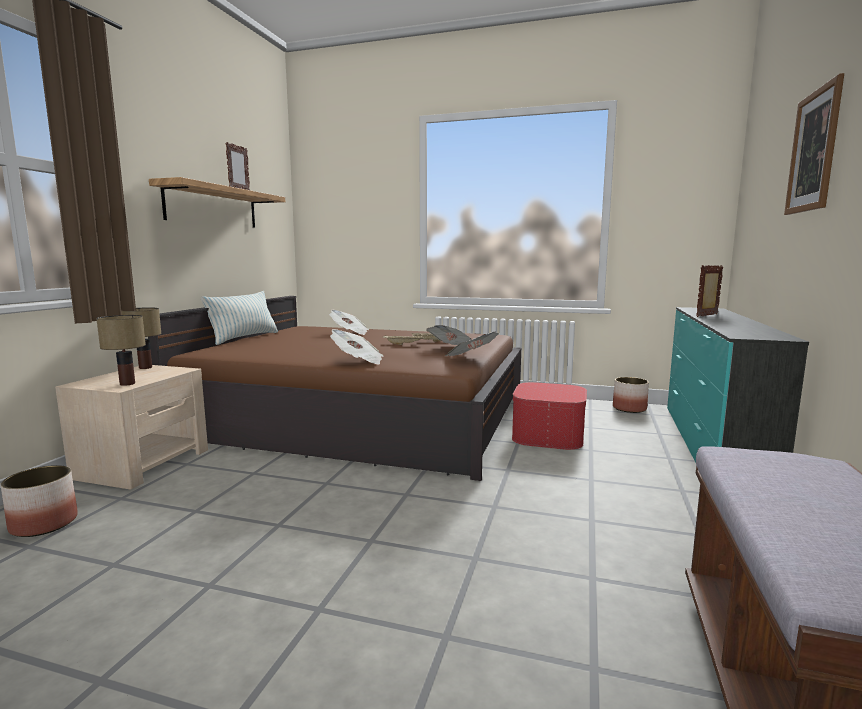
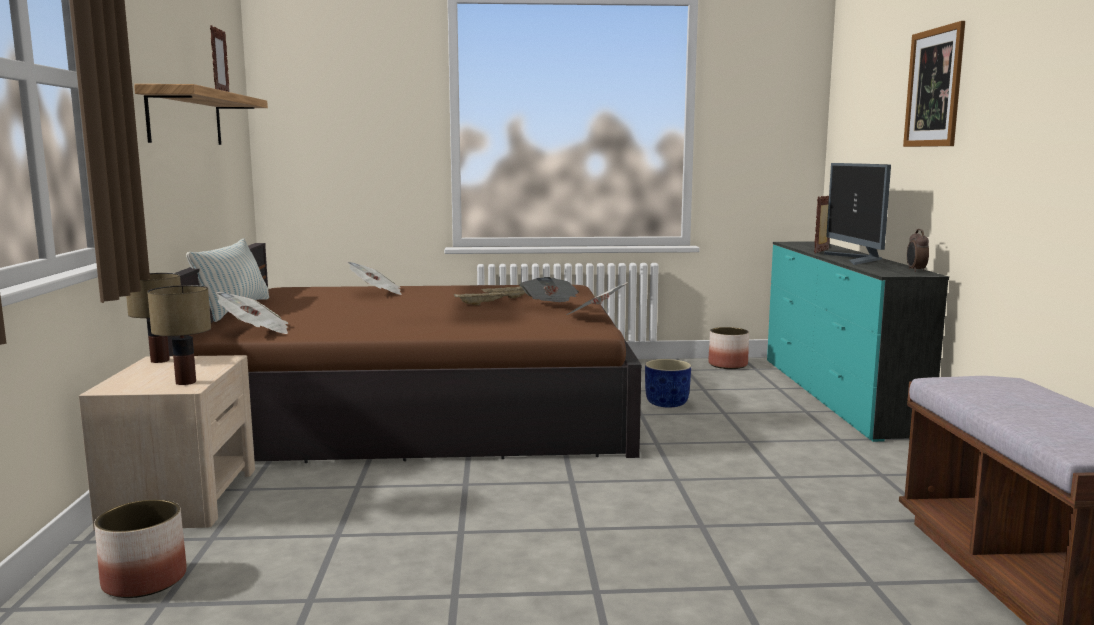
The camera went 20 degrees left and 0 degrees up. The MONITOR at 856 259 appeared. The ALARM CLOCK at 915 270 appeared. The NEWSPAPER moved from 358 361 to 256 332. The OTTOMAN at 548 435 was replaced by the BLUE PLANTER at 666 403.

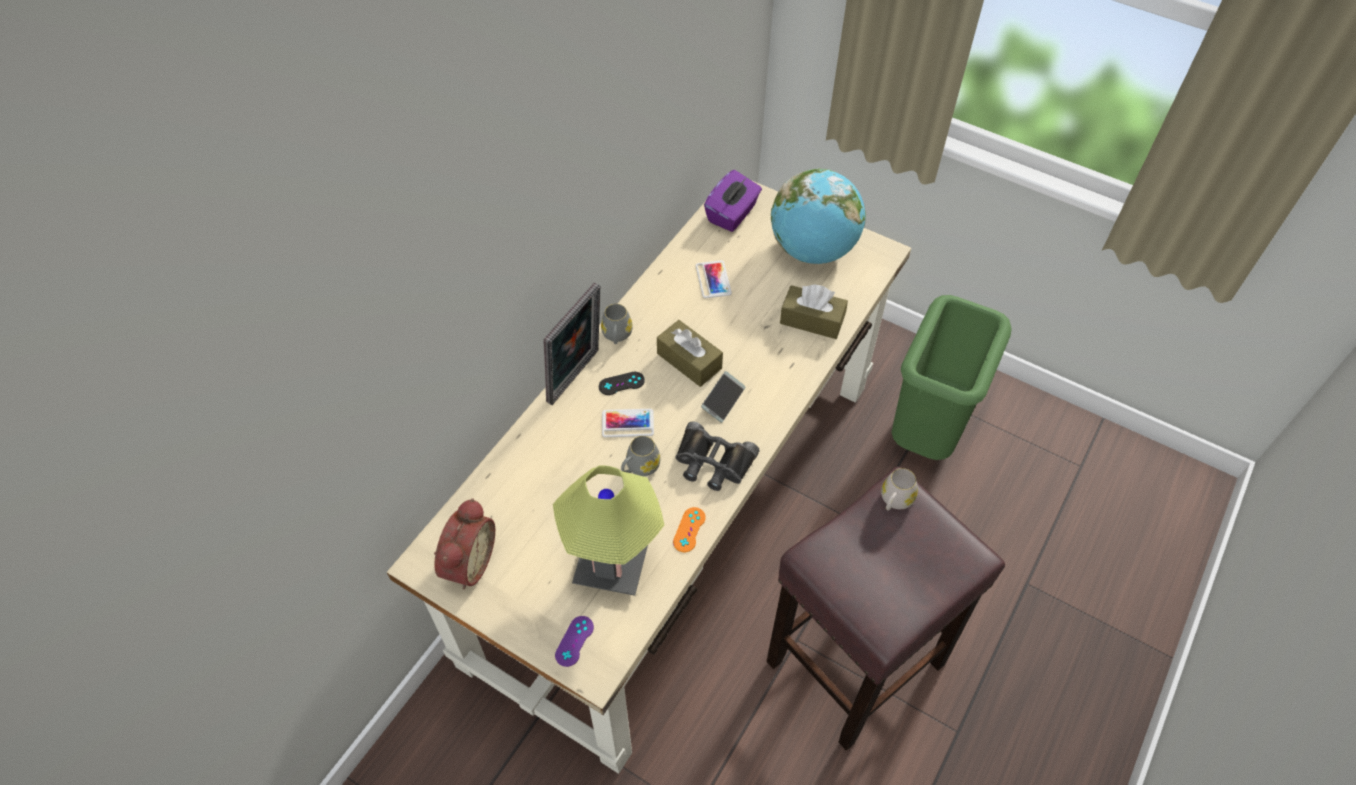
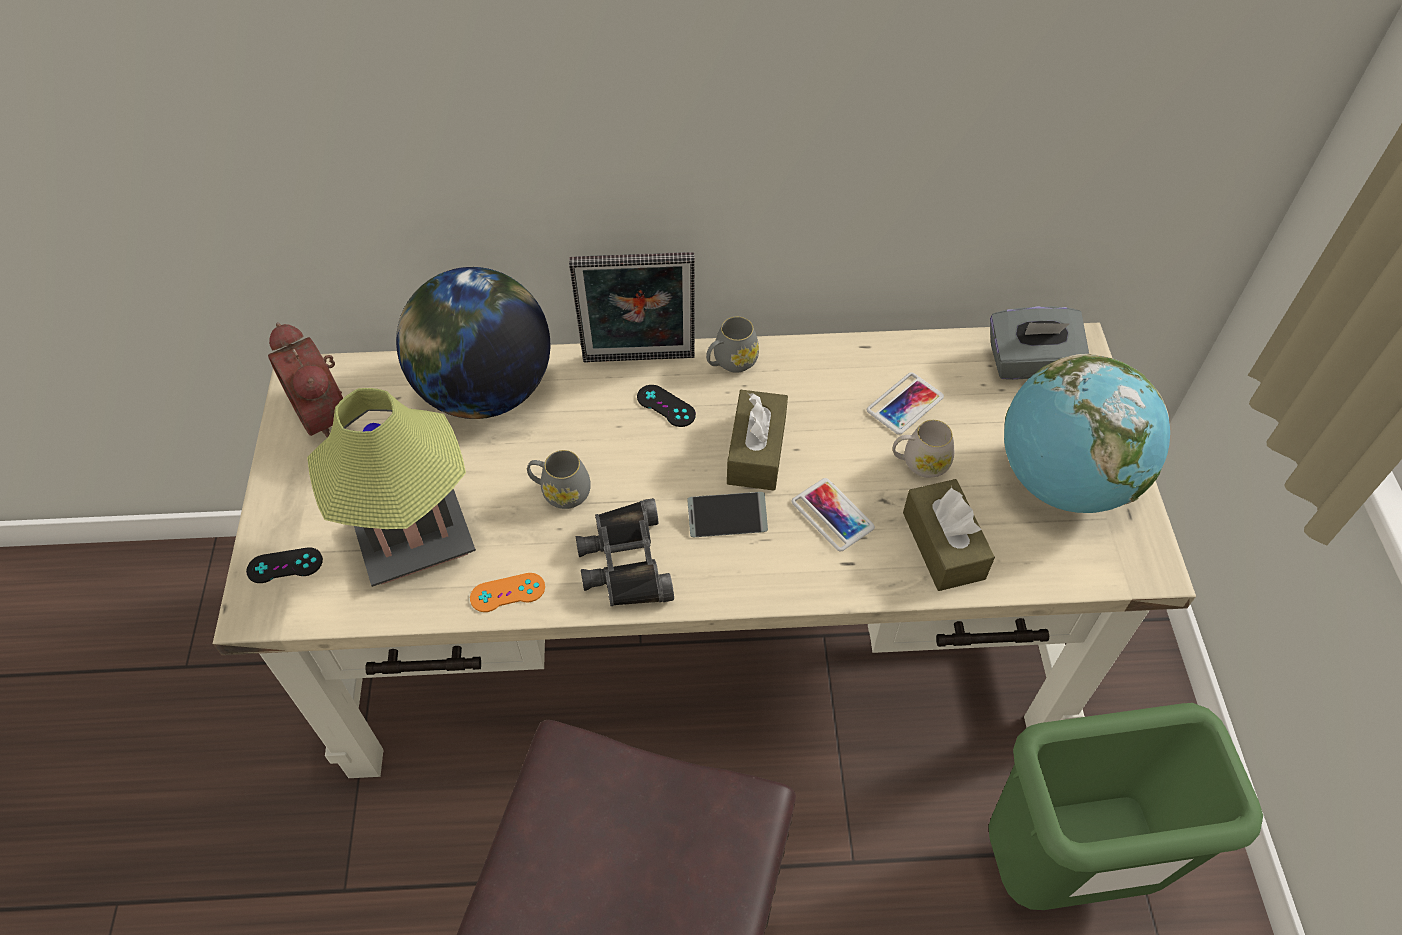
The camera went 55 degrees right and 0 degrees up. The GLOBE at 484 391 appeared. The PHONE moved from 627 423 to 832 515. The WHITE MUG moved from 894 501 to 919 463. The PURPLE GAME CONTROLLER at 574 641 became the BLACK GAME CONTROLLER at 285 565. The PURPLE TISSUE BOX at 732 214 became the GREY TISSUE BOX at 1030 363. The ALARM CLOCK at 467 562 turned 75 degrees clockwise.

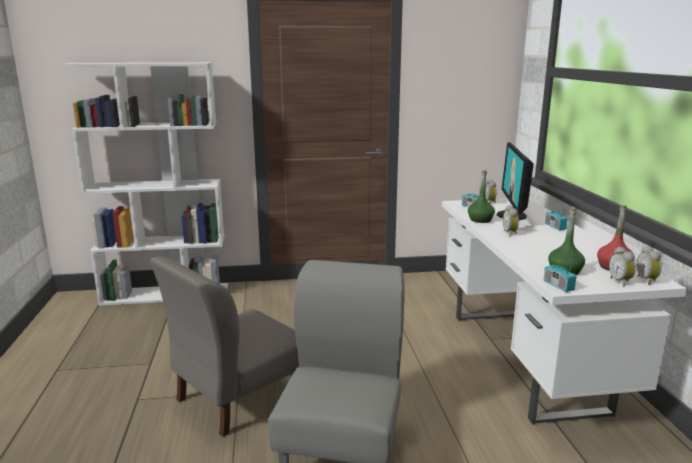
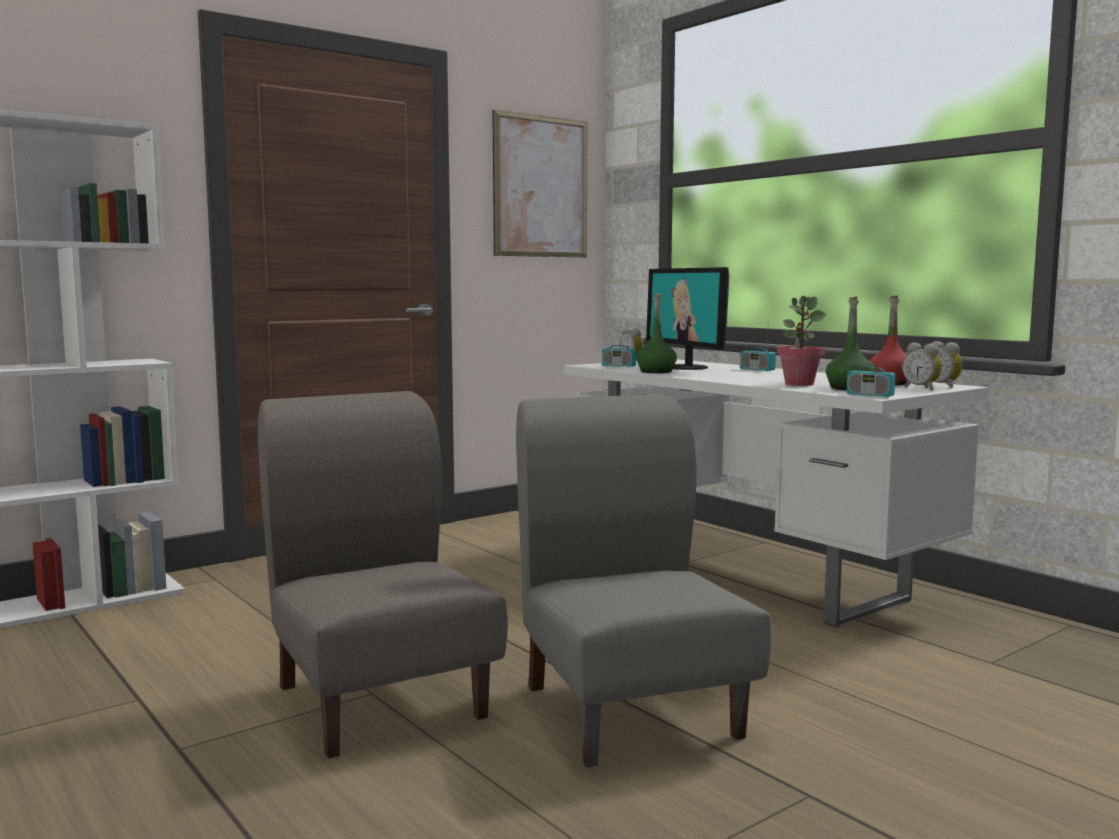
The camera went 30 degrees left and 10 degrees down. The ALARM CLOCK at 510 233 disappeared. The PICTURE at 541 187 appeared. The POTTED PLANT at 799 384 appeared. The GREY CHAIR at 237 397 turned 135 degrees clockwise.

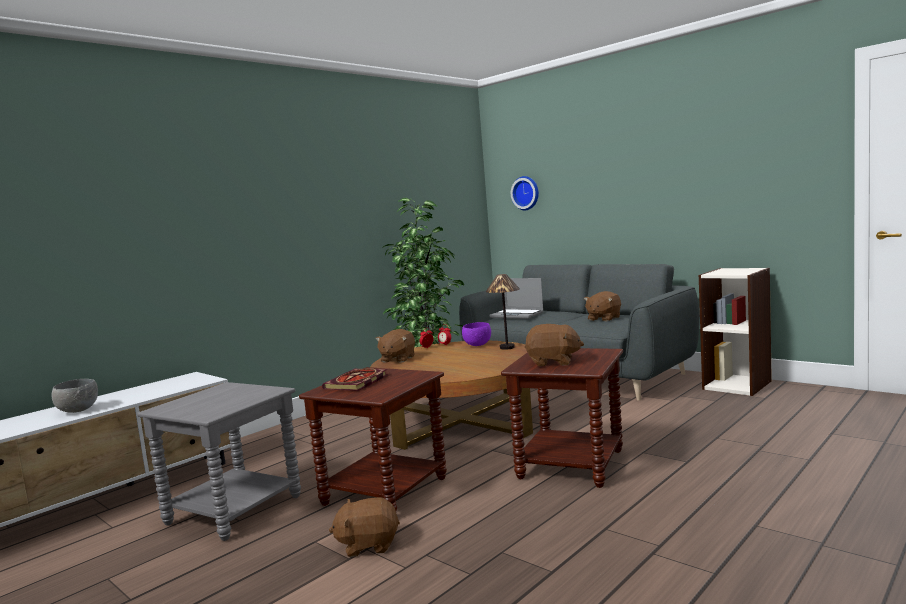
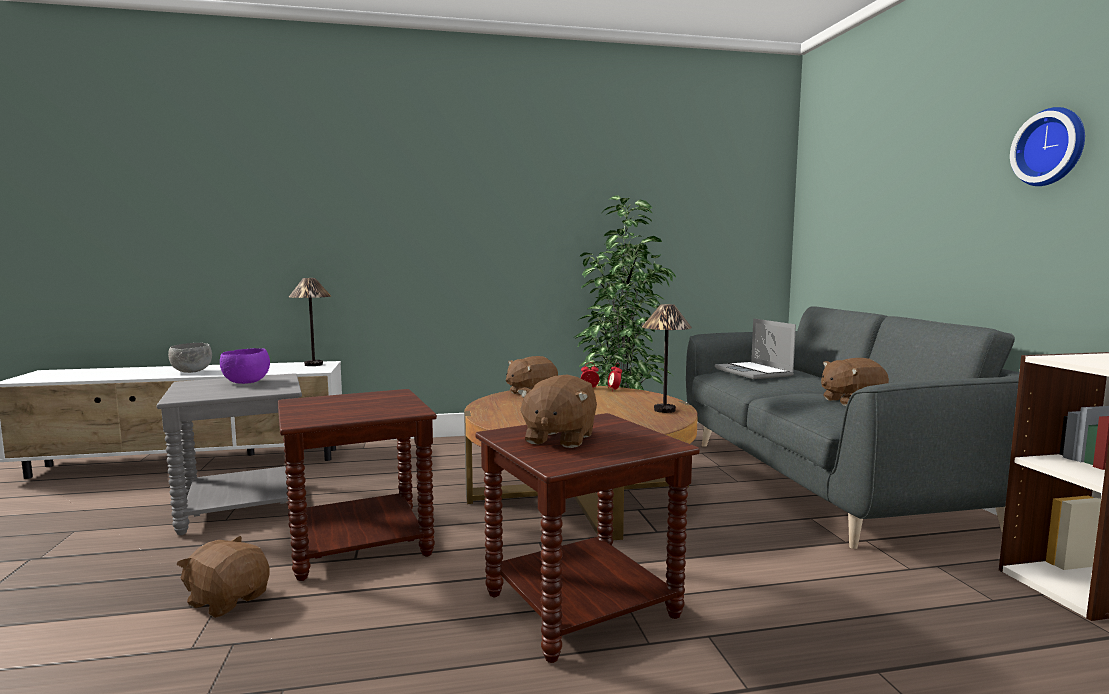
The camera went 35 degrees right and 0 degrees up. The BOOK at 356 383 disappeared. The TABLE LAMP at 314 364 appeared. The PURPLE BOWL moved from 478 345 to 246 382. The WALL CLOCK moved from 526 193 to 1052 147. The BROWN PLUSH TOY at 553 362 turned 60 degrees clockwise.

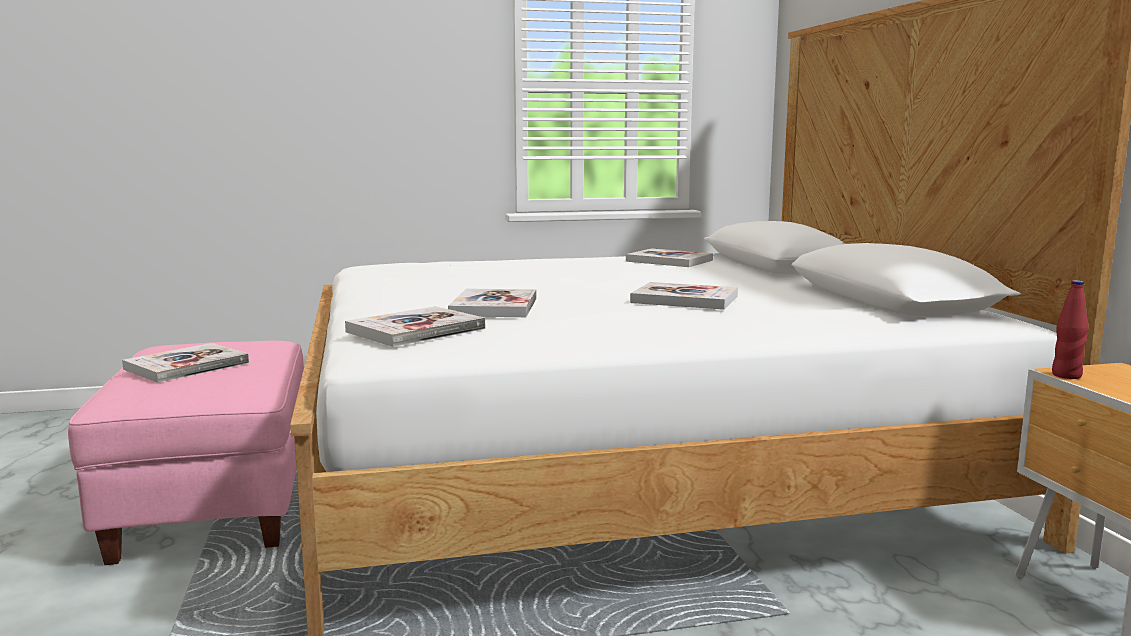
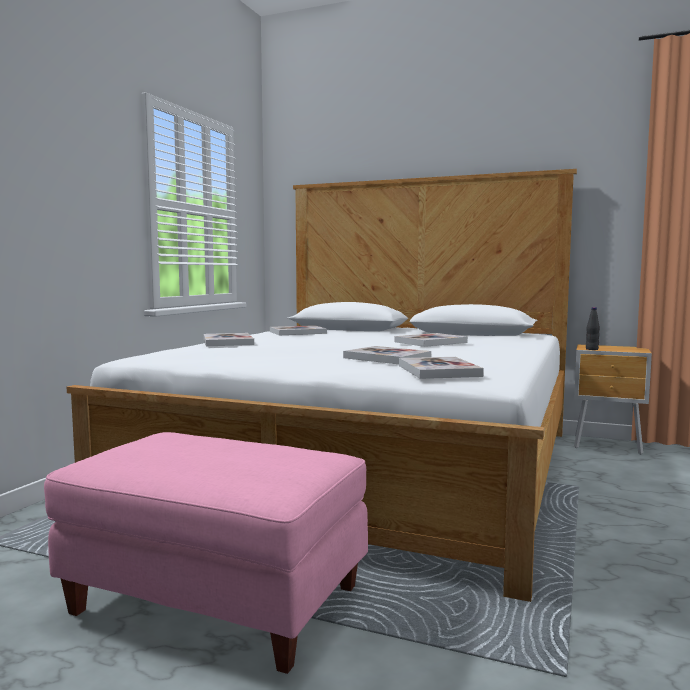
The camera went 55 degrees left and 5 degrees down. The BOOK moved from 187 366 to 228 342. The RED BOTTLE at 1066 375 became the BLACK BOTTLE at 592 349.

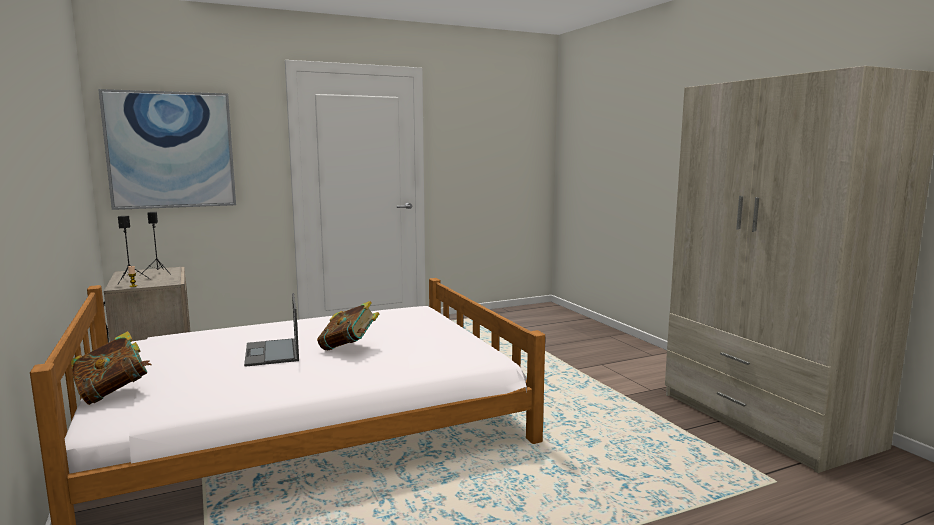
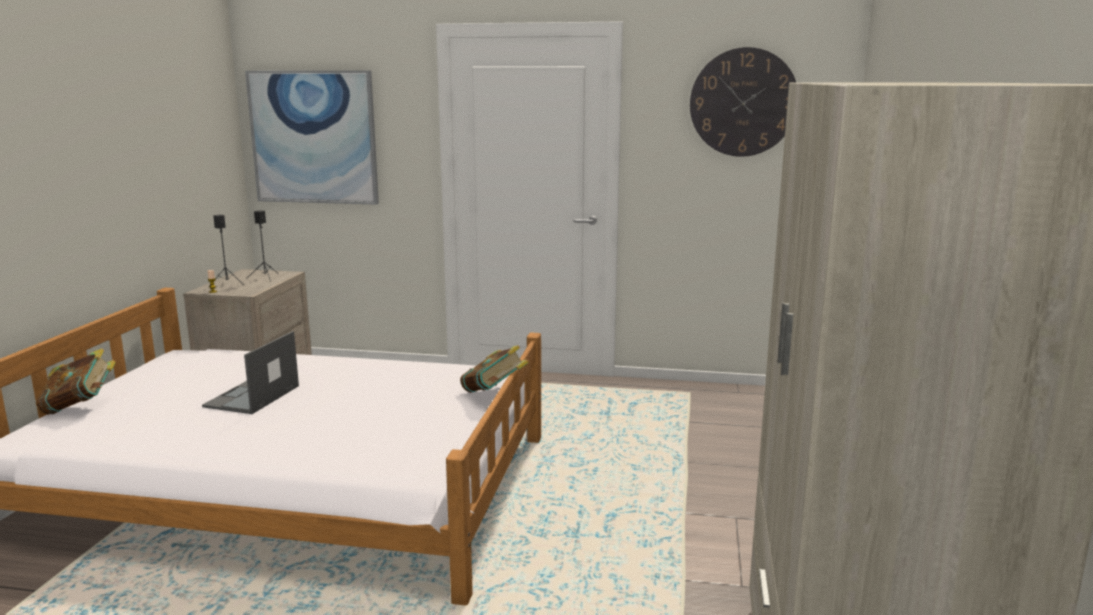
The camera went 35 degrees right and 5 degrees up. The WALL CLOCK at 743 102 appeared. The BOOK moved from 349 348 to 494 394.

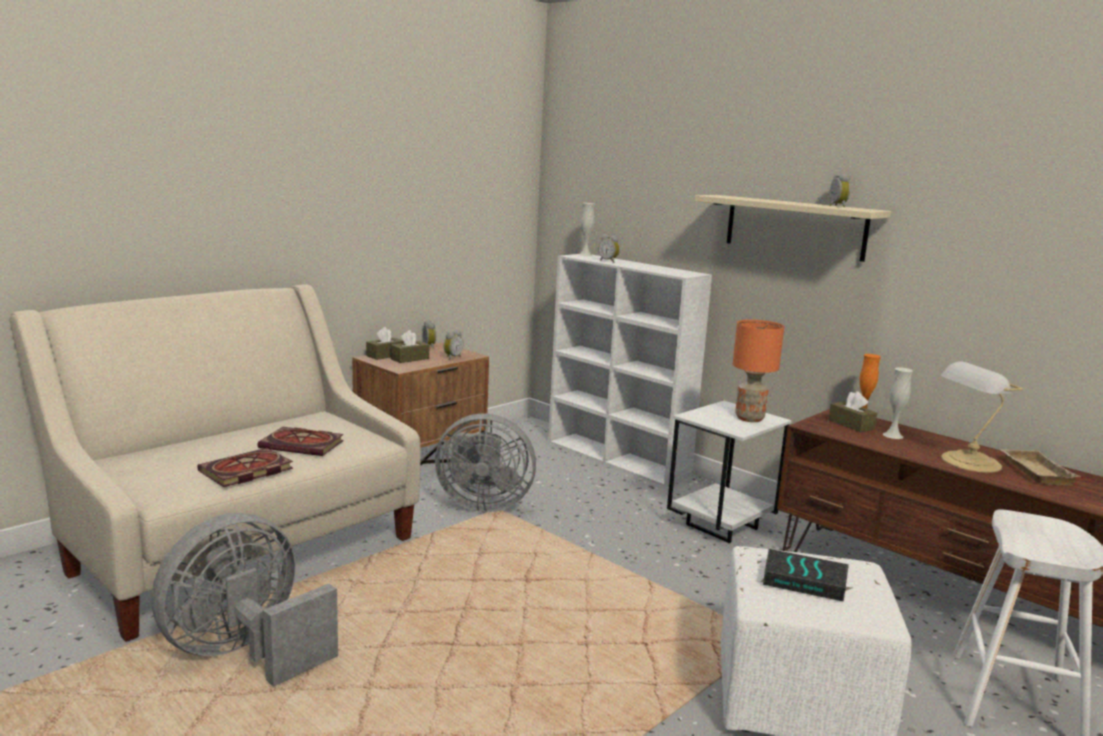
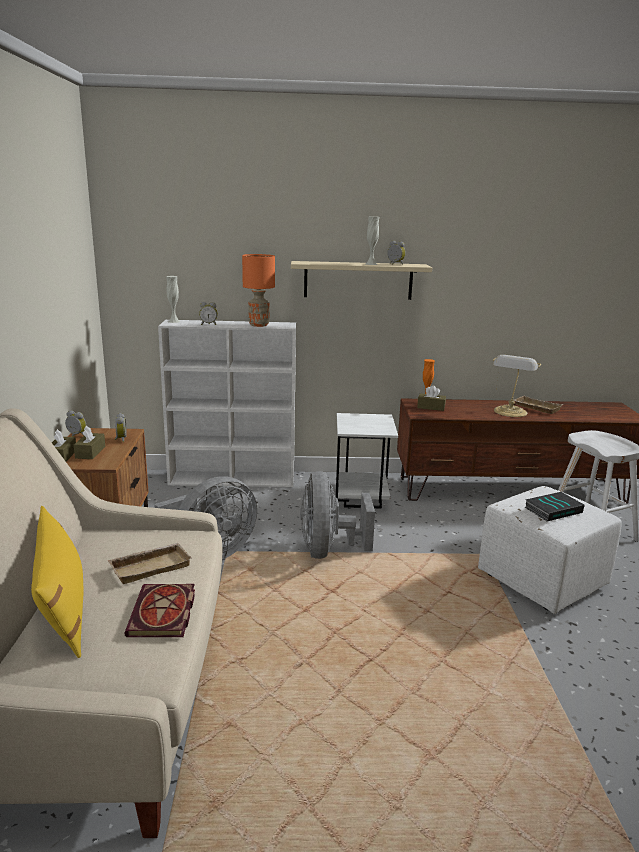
The camera went 45 degrees left and 5 degrees up. The YELLOW PILLOW at 63 608 appeared. The GREY FAN moved from 245 653 to 328 550. The ORANGE TABLE LAMP moved from 749 418 to 258 325. The WHITE VASE moved from 893 435 to 371 264. The BOOK at 304 445 was replaced by the BEIGE TRAY at 151 566.

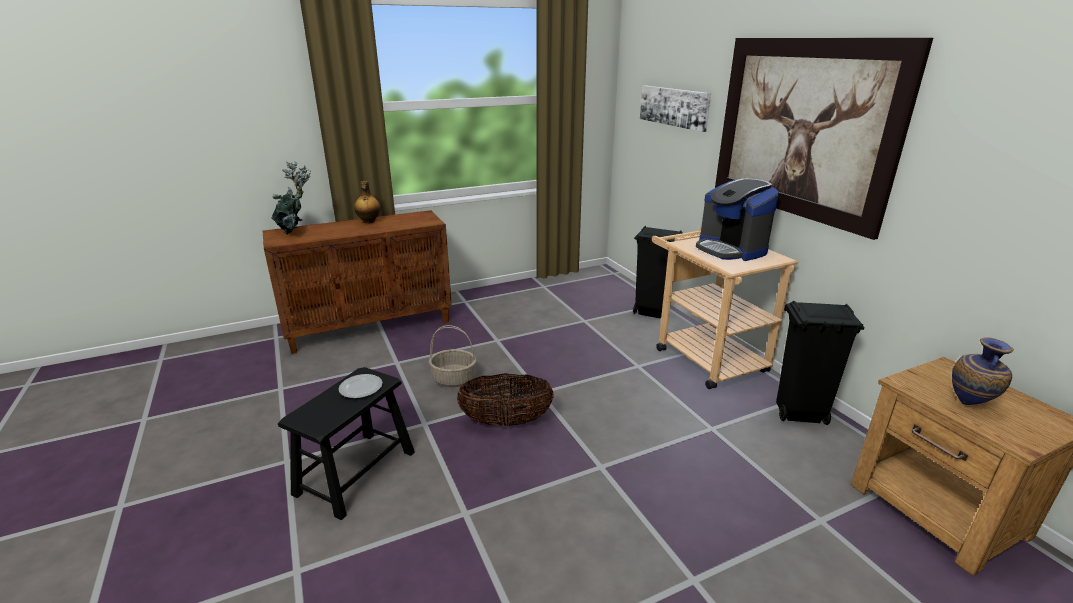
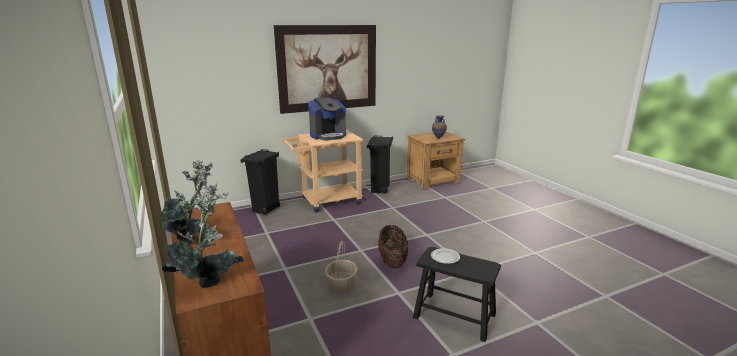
The camera went 90 degrees left and 5 degrees down. The PICTURE at 674 107 disappeared. The BOTTLE at 369 222 was replaced by the POTTED PLANT at 193 239.

